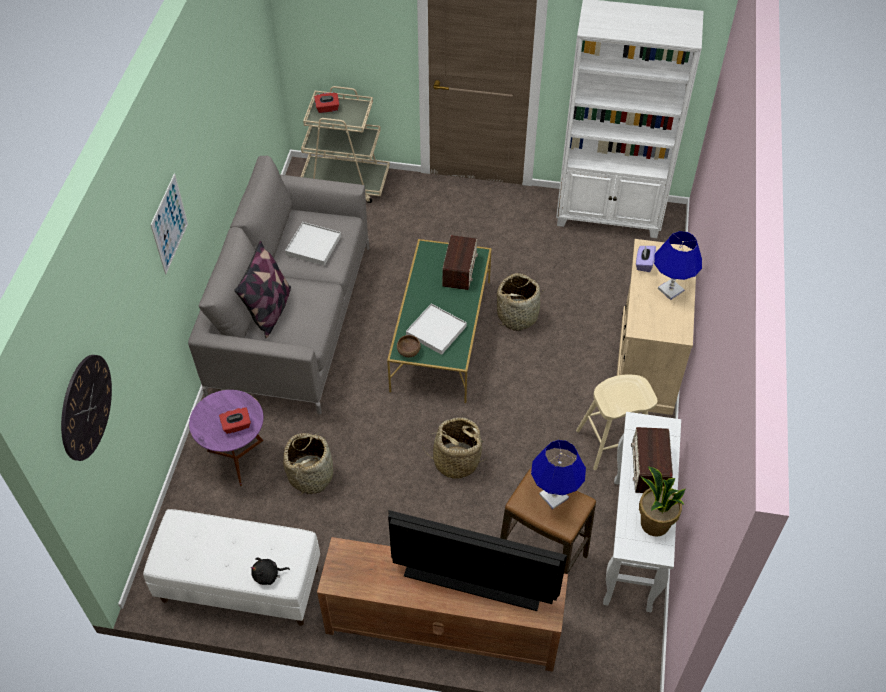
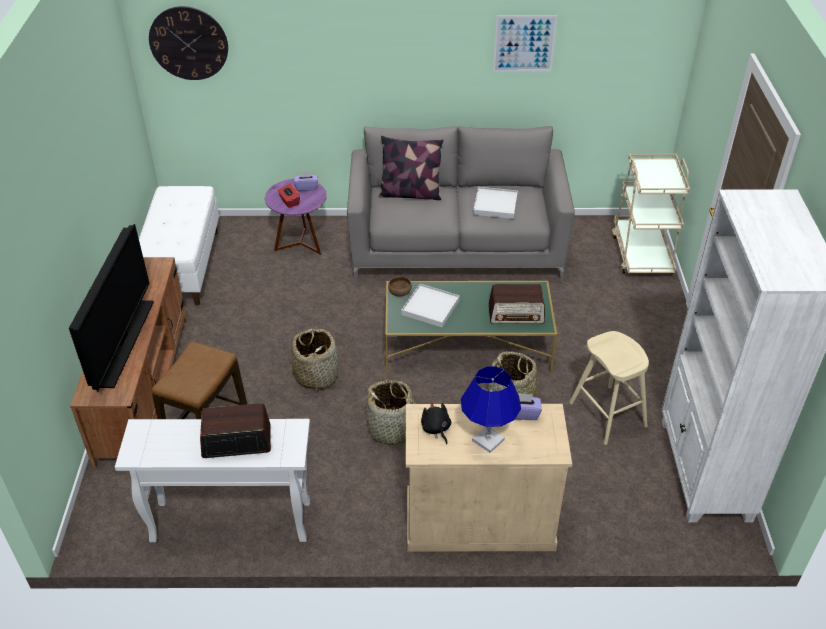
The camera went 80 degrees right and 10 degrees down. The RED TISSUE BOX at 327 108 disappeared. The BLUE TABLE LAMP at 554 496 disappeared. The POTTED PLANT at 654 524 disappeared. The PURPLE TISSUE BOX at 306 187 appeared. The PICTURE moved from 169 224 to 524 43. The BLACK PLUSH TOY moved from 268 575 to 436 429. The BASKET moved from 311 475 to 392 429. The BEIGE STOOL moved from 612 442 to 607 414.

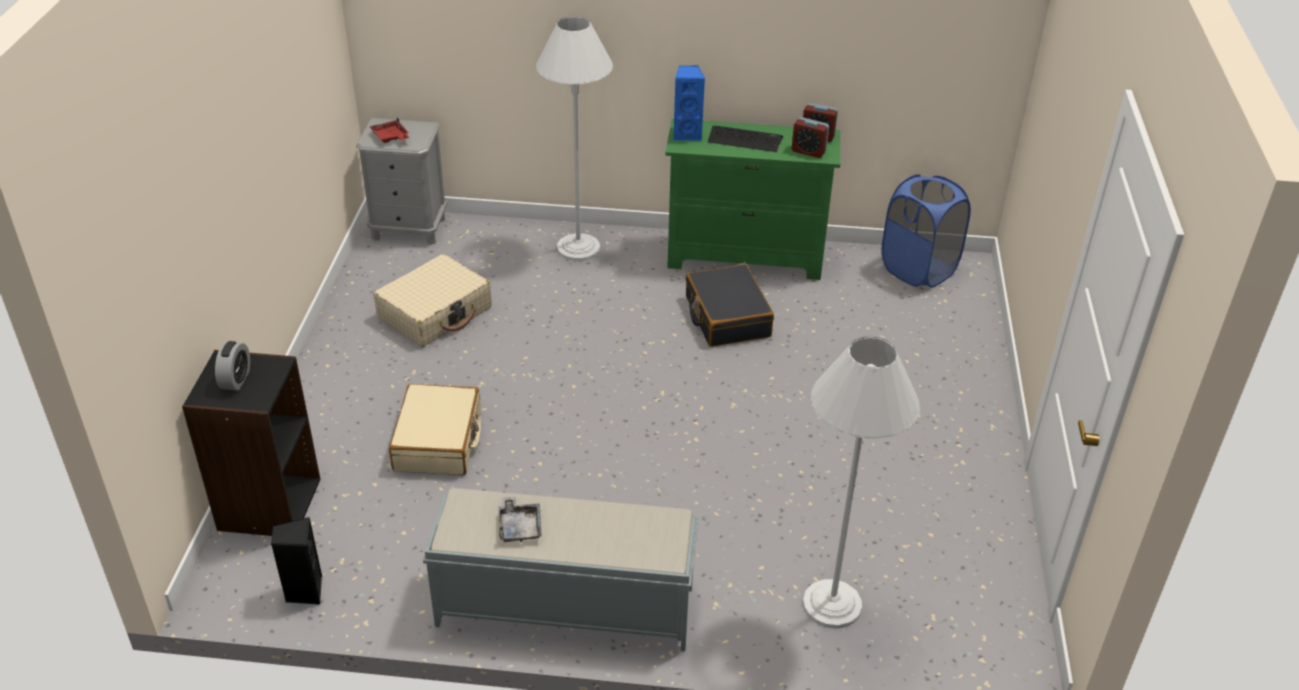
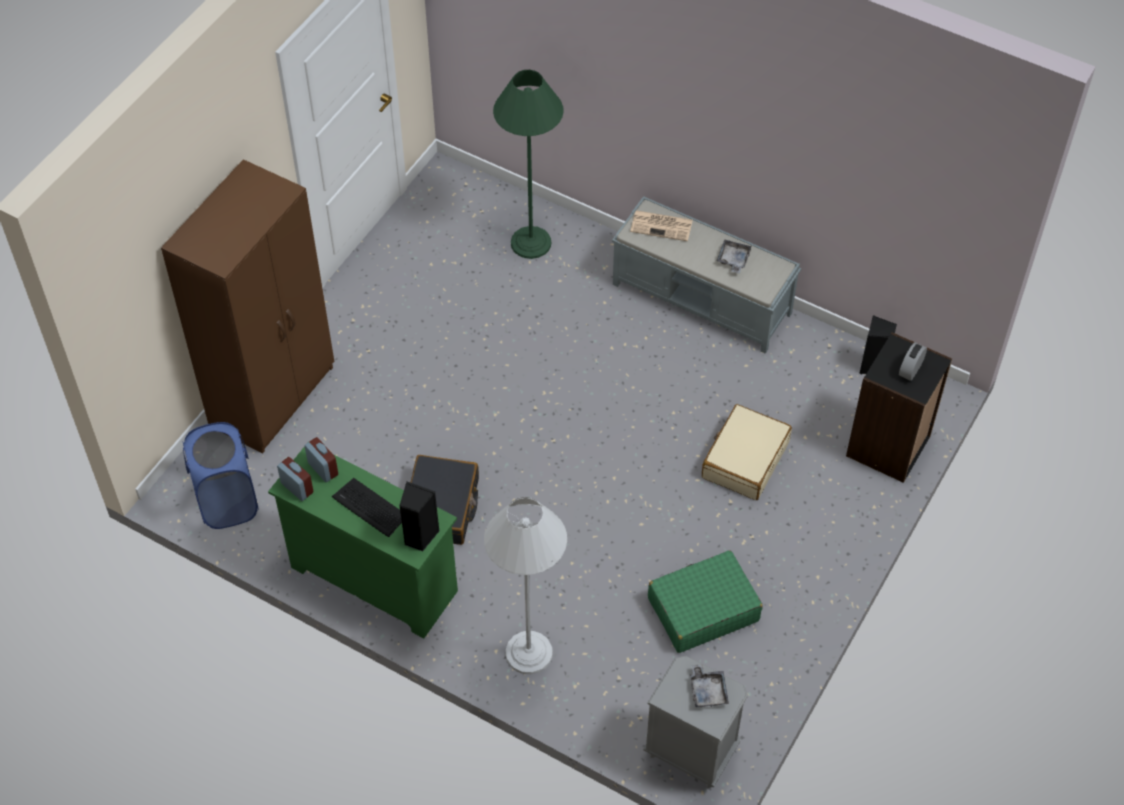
The camera went 155 degrees left and 15 degrees up. The BROWN WARDROBE at 274 396 appeared. The NEWSPAPER at 662 226 appeared. The RED TRAY at 391 137 became the GREY TRAY at 707 691. The BEIGE SUITCASE at 435 313 became the GREEN SUITCASE at 702 609. The BLUE SPEAKER at 687 134 became the BLACK SPEAKER at 419 536. The WHITE FLOOR LAMP at 832 604 became the GREEN FLOOR LAMP at 530 243.

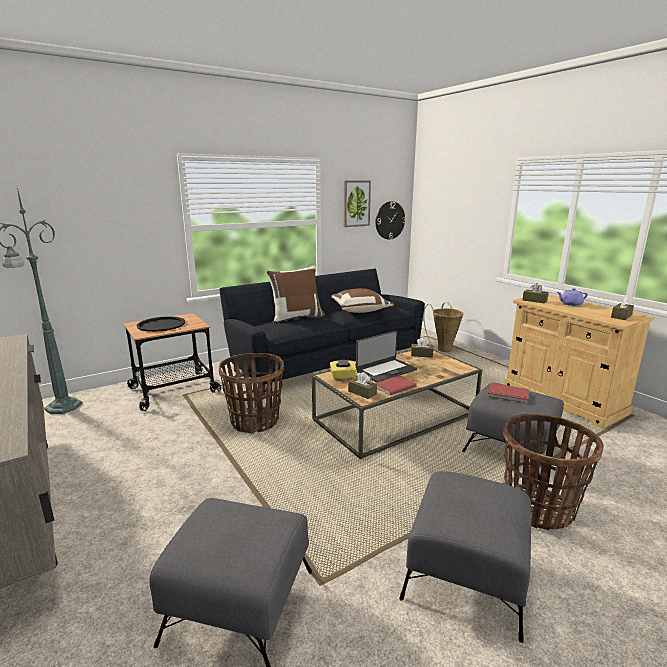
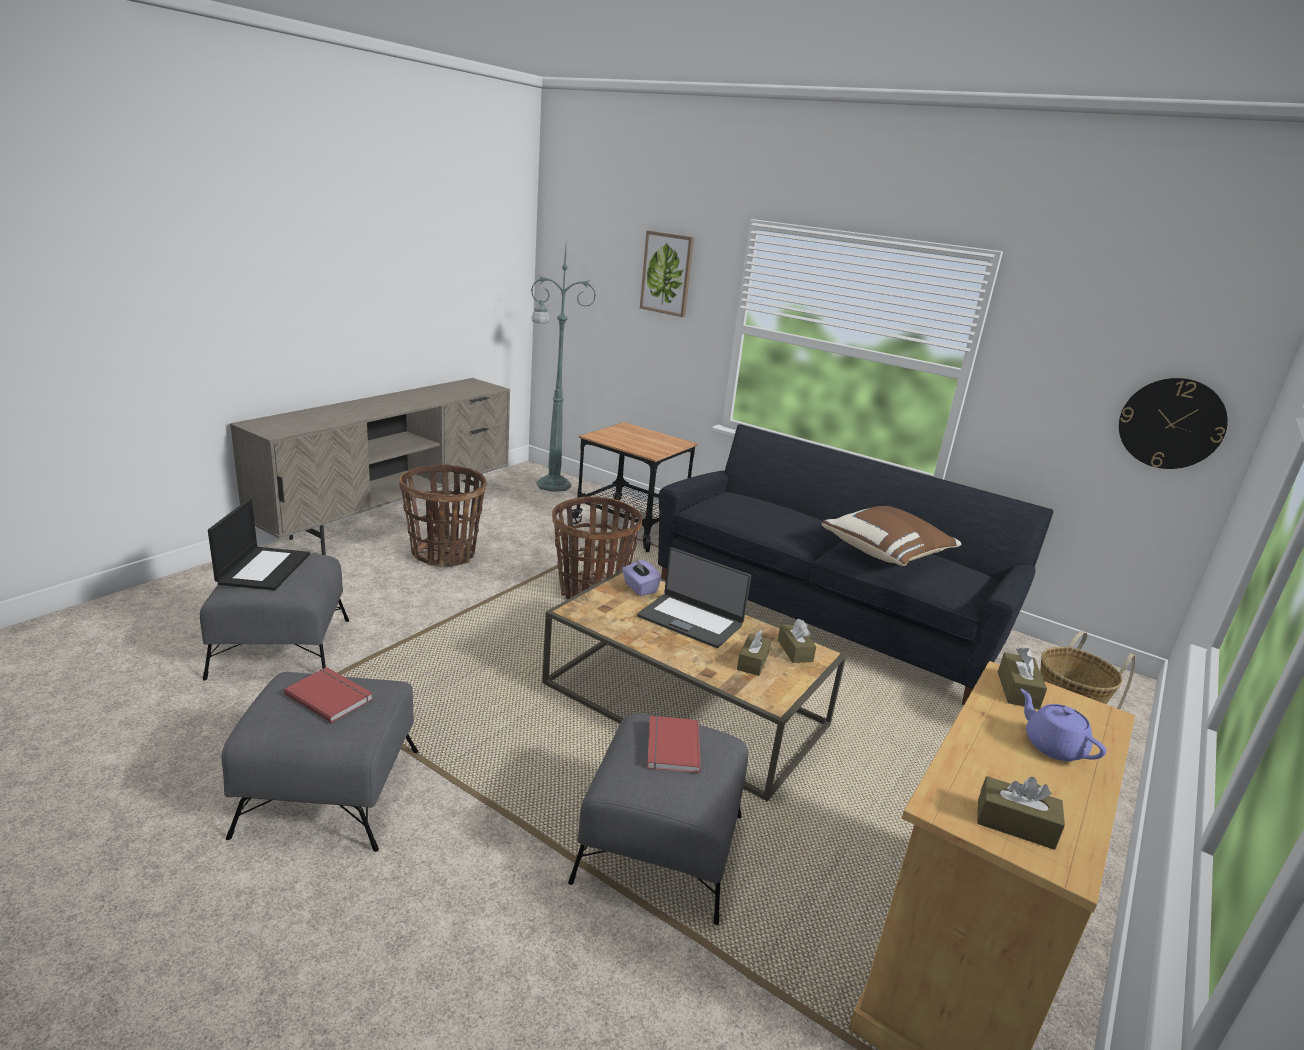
The camera went 65 degrees right and 5 degrees up. The BLACK TRAY at 161 325 disappeared. The BROWN PILLOW at 296 317 disappeared. The LAPTOP at 263 568 appeared. The PICTURE moved from 356 203 to 667 273. The BROWN TISSUE BOX moved from 362 393 to 752 662. The RED BOOK moved from 393 386 to 330 696. The BASKET moved from 538 508 to 444 554. The YELLOW TISSUE BOX at 343 376 became the PURPLE TISSUE BOX at 639 588.

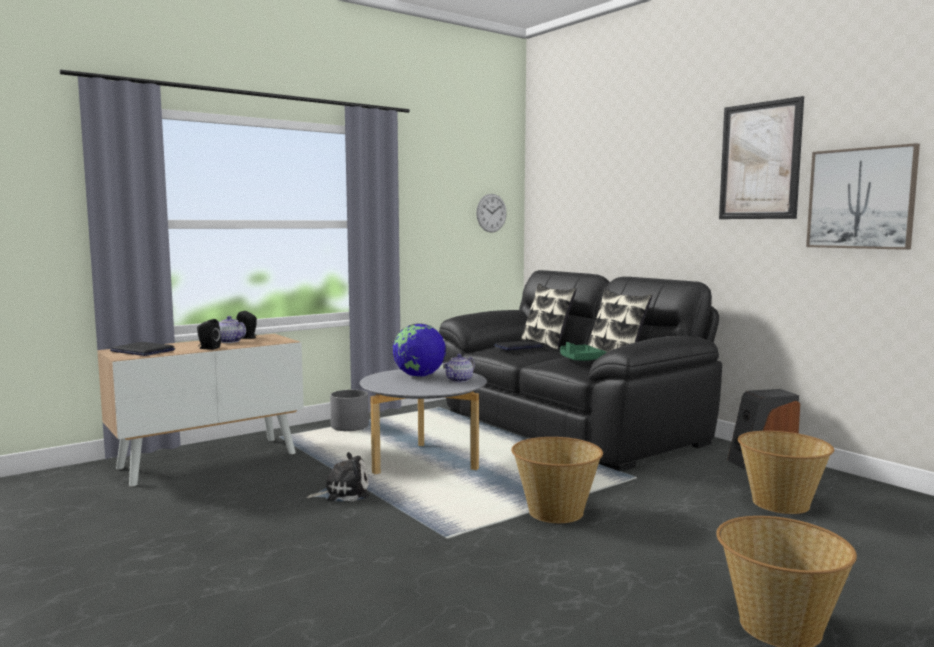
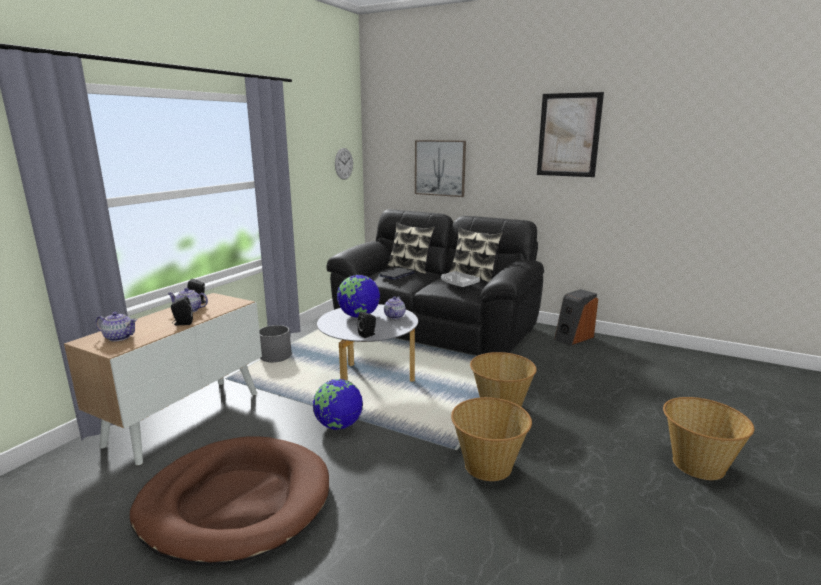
The camera went 25 degrees left and 10 degrees up. The BROWN DOG BED at 235 502 appeared. The BLACK SPEAKER at 368 335 appeared. The BASKET moved from 781 503 to 488 465. The PICTURE moved from 861 198 to 440 168. The LAPTOP at 142 351 was replaced by the TEAPOT at 119 337. The PLUSH TOY at 343 493 was replaced by the GLOBE at 338 425. The GREEN TRAY at 580 359 became the GREY TRAY at 458 284.

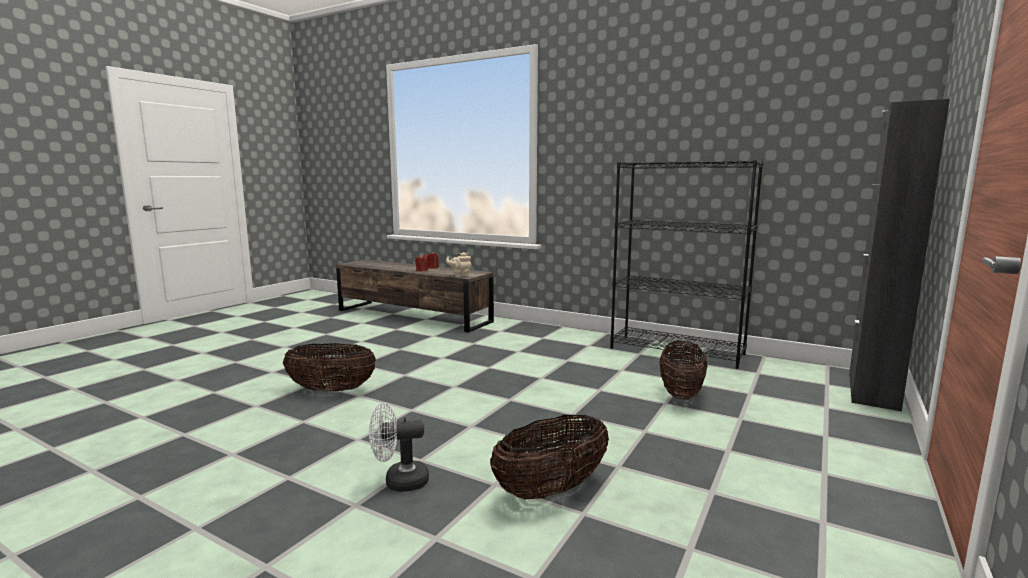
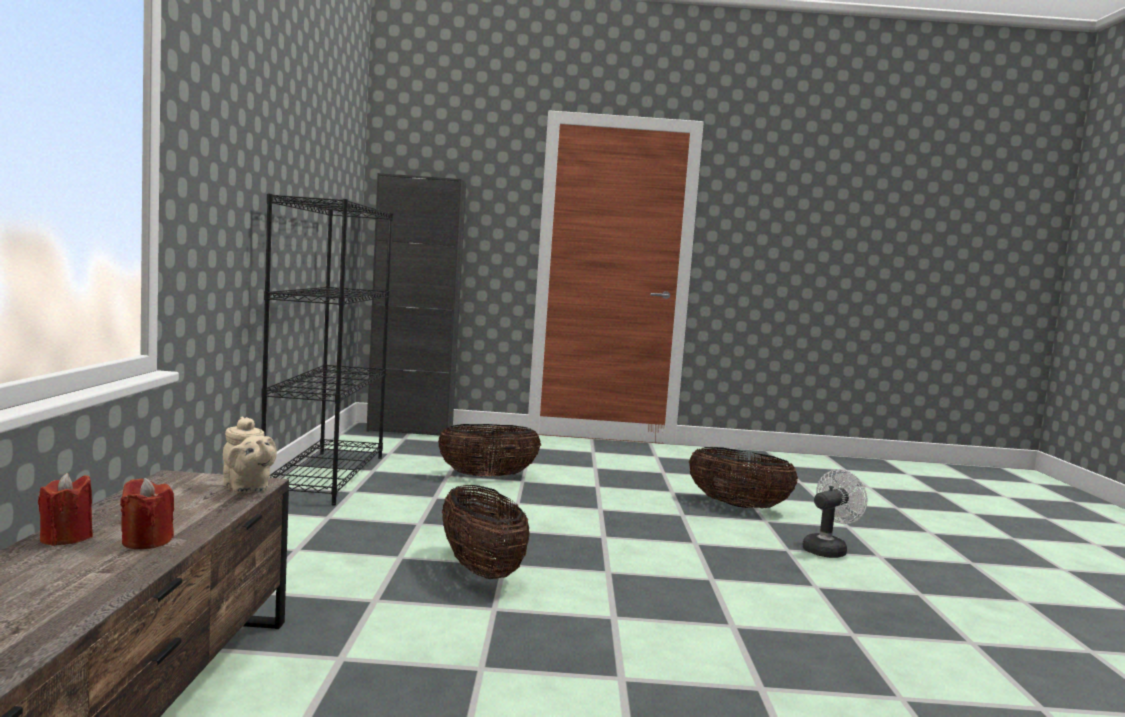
The camera went 120 degrees left and 5 degrees down. The BASKET moved from 331 390 to 481 569. The WHITE FAN at 399 482 turned 90 degrees counterclockwise.

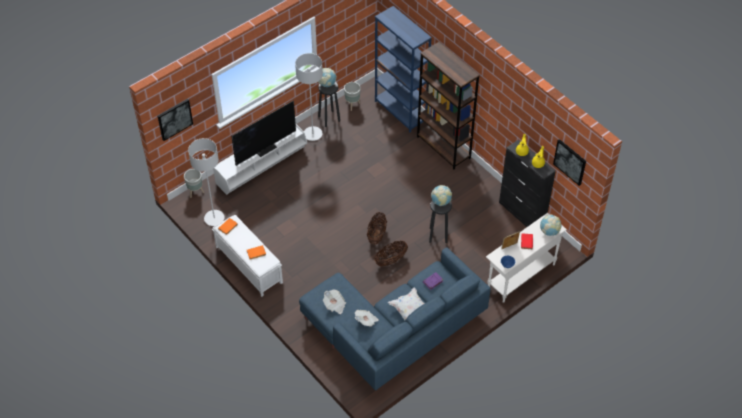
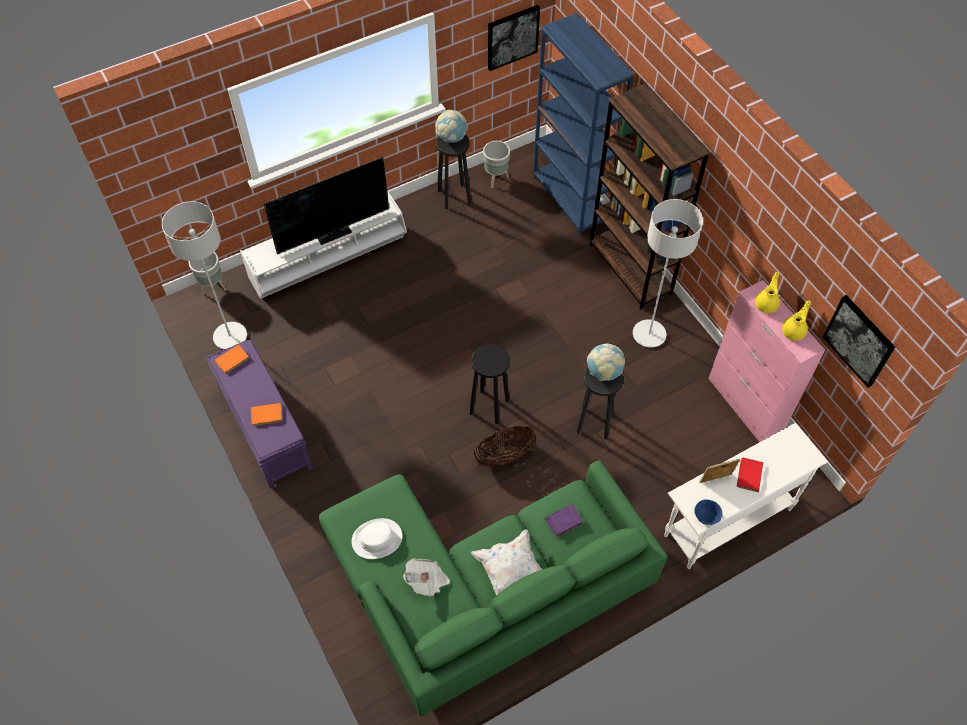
The camera went 10 degrees right and 5 degrees up. The GLOBE at 549 231 disappeared. The PICTURE moved from 174 119 to 512 37. The GREY FLOOR LAMP moved from 312 134 to 649 334. The NEWSPAPER at 334 305 was replaced by the WHITE HAT at 377 539. The BASKET at 376 235 was replaced by the BLACK STOOL at 489 406. The WHITE BENCH at 248 264 became the PURPLE BENCH at 264 426. The BLUE SOFA at 394 331 became the GREEN SOFA at 482 593. The BLACK CABINET at 522 214 became the PINK CABINET at 745 405.

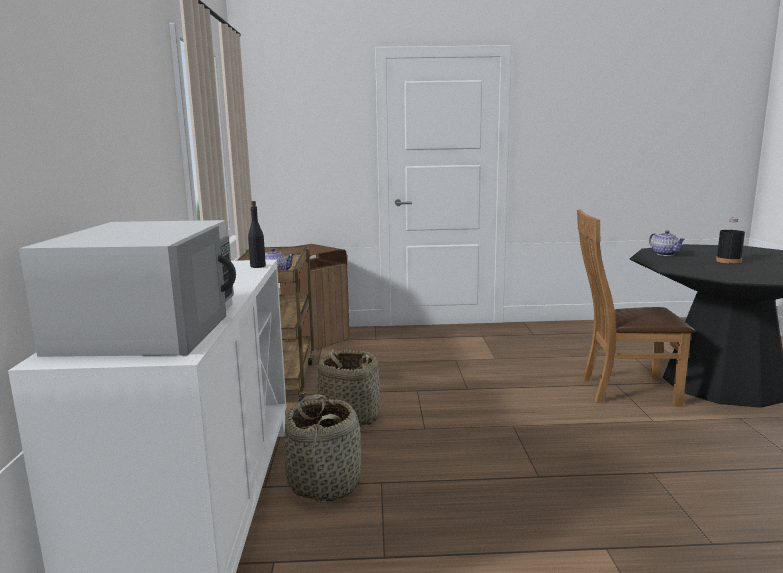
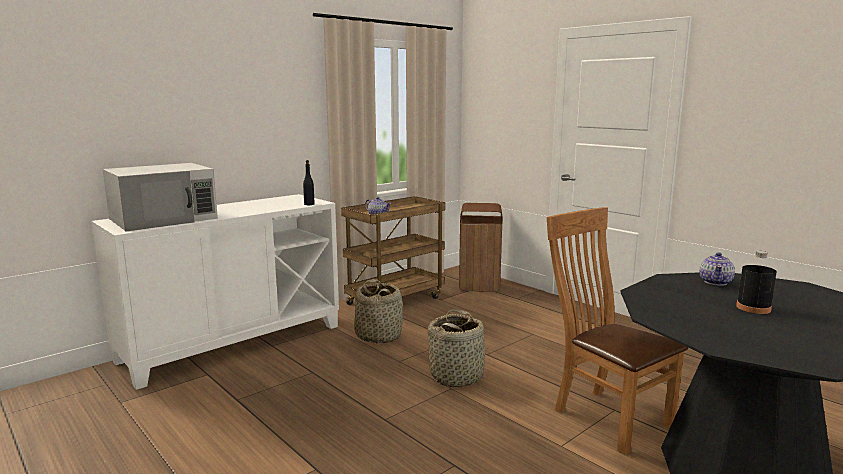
The camera went 50 degrees right and 0 degrees up. The BASKET moved from 324 483 to 457 376.

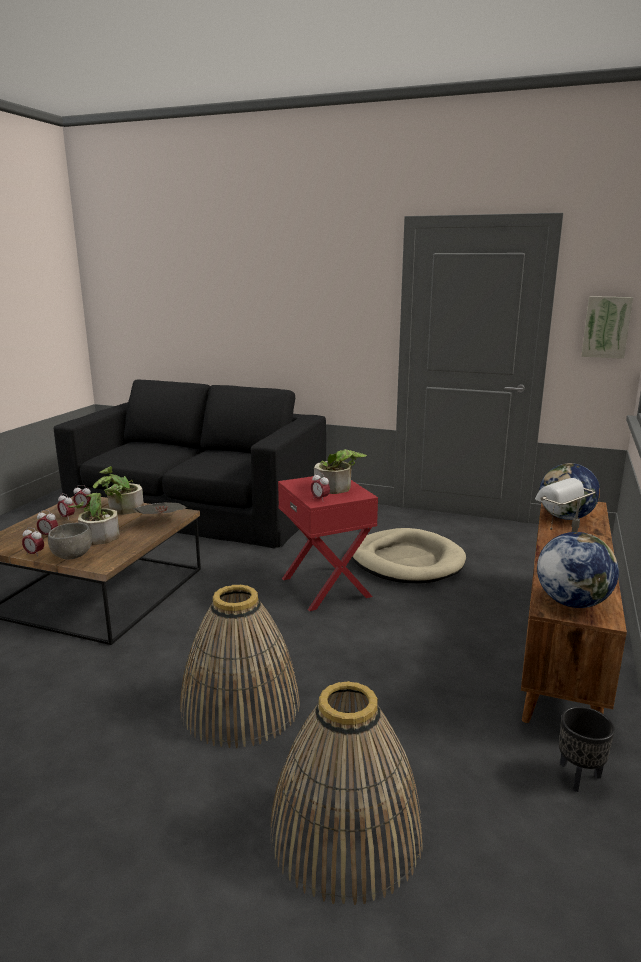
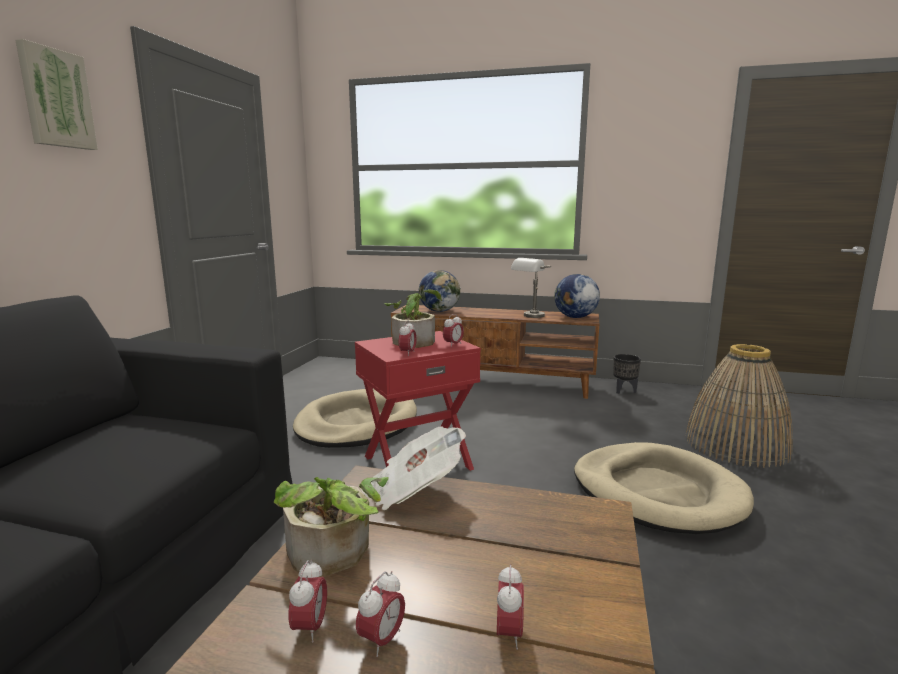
The camera went 95 degrees left and 5 degrees down. The GREY BOWL at 72 556 disappeared. The POTTED PLANT at 100 534 disappeared. The ALARM CLOCK moved from 34 554 to 407 353. The PICTURE moved from 606 327 to 56 99. The BASKET at 240 706 was replaced by the BEIGE DOG BED at 657 492.

